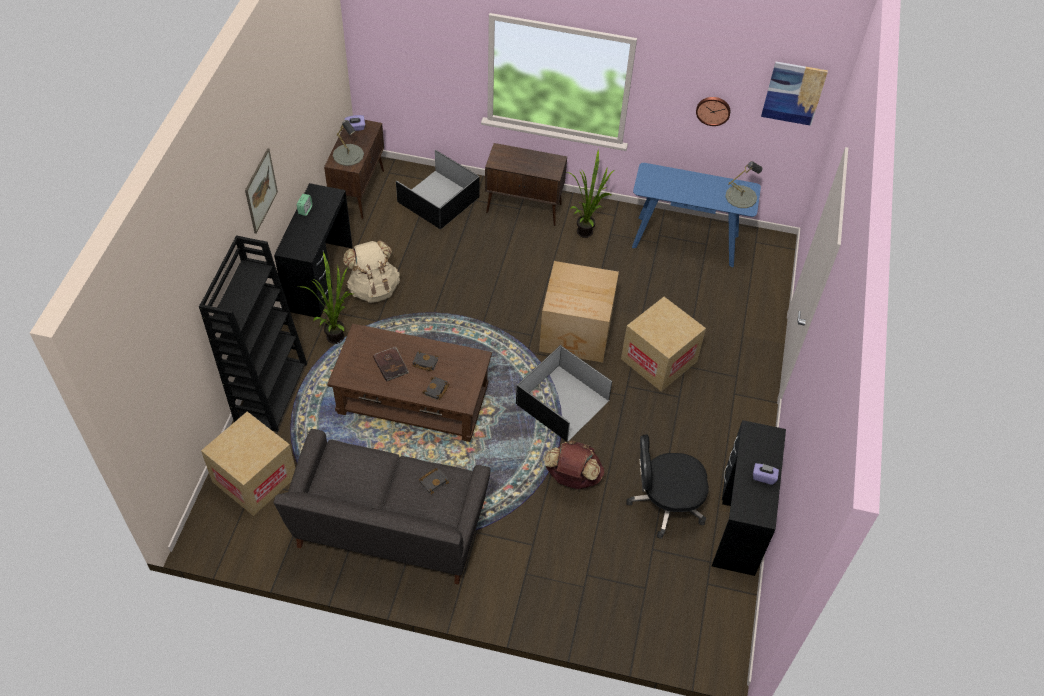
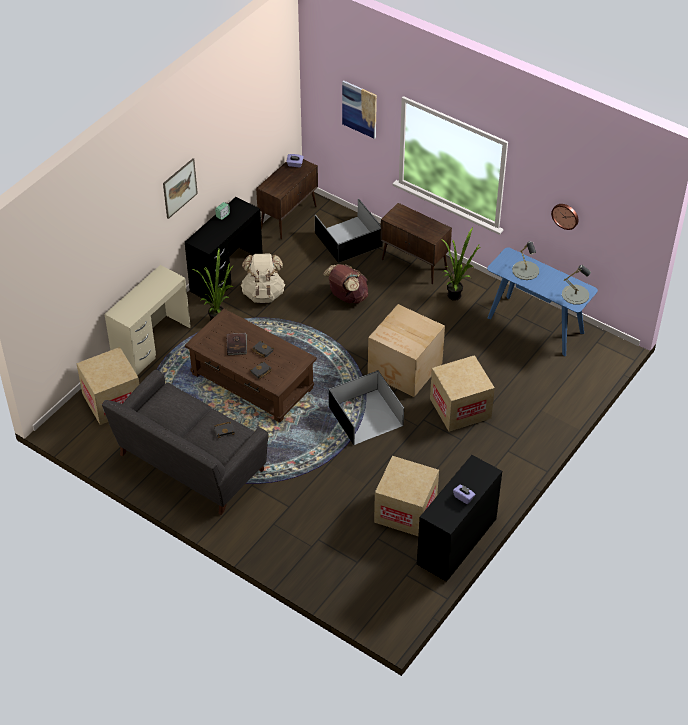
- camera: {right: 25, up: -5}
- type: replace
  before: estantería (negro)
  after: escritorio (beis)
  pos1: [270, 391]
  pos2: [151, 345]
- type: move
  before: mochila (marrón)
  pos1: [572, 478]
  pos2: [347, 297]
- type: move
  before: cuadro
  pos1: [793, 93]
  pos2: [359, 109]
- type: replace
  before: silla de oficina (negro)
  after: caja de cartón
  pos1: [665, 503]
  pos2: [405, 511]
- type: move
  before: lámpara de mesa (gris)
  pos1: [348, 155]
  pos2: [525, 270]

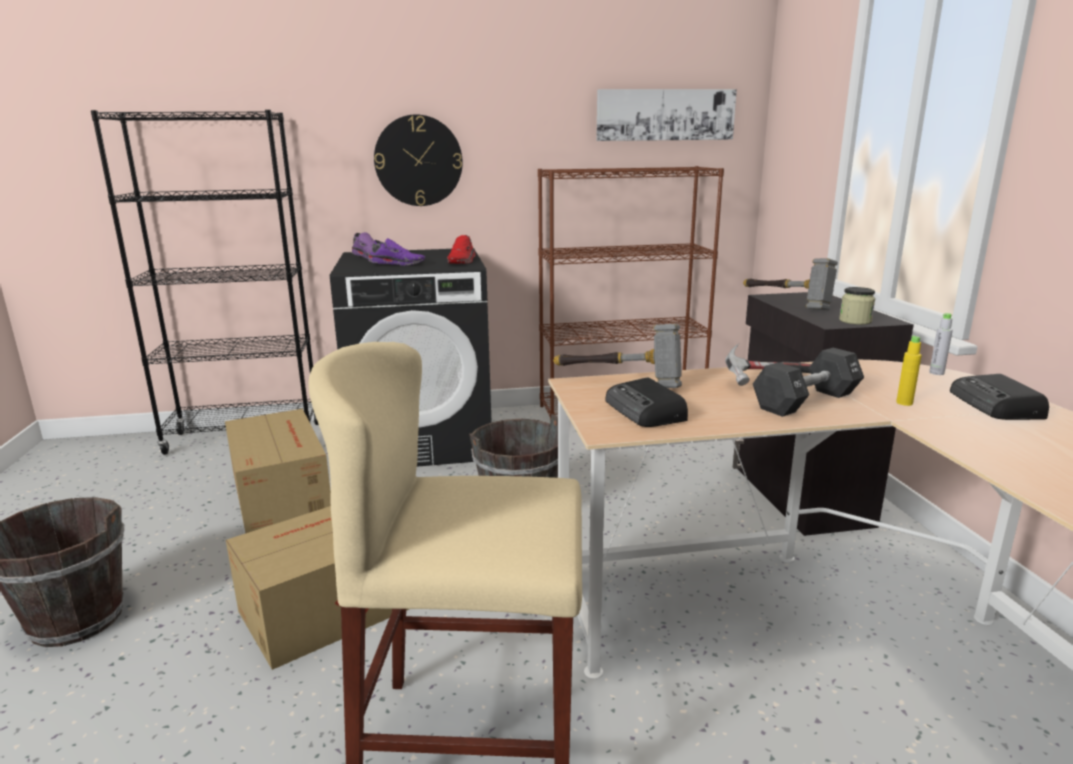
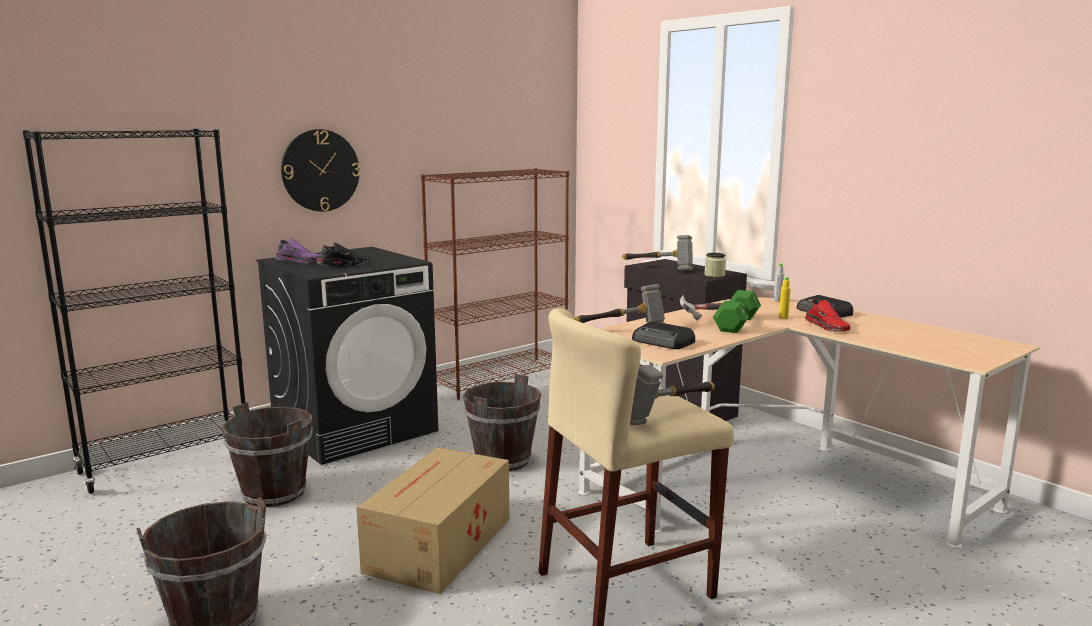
- camera: {right: -30, up: -5}
- type: replace
  before: caja de cartón
  after: cubo (marrón)
  pos1: [281, 492]
  pos2: [275, 493]
- type: recolor
  before: zapato (morado)
  after: zapato (negro)
  pos1: [397, 263]
  pos2: [343, 265]
- type: insert
  after: martillo
  pos2: [669, 414]
- type: recolor
  before: mancuerna (negro)
  after: mancuerna (verde)
  pos1: [806, 401]
  pos2: [736, 324]
- type: move
  before: zapato (rojo)
  pos1: [463, 261]
  pos2: [828, 327]
- type: delete
  before: cuadro
  pos1: [665, 115]

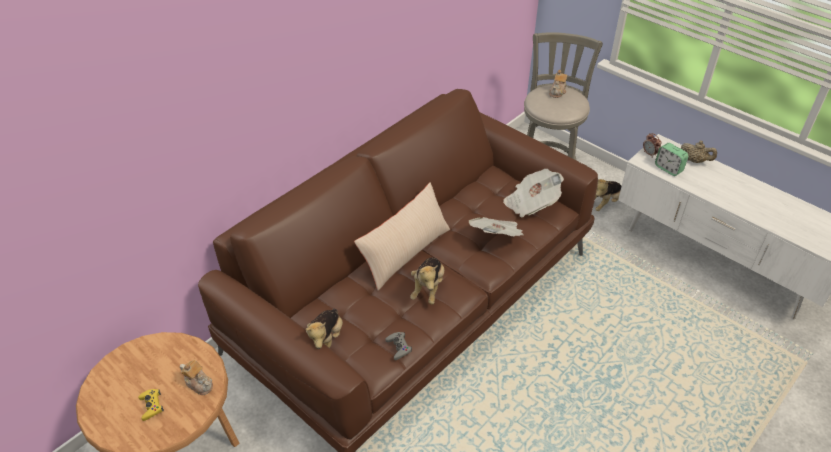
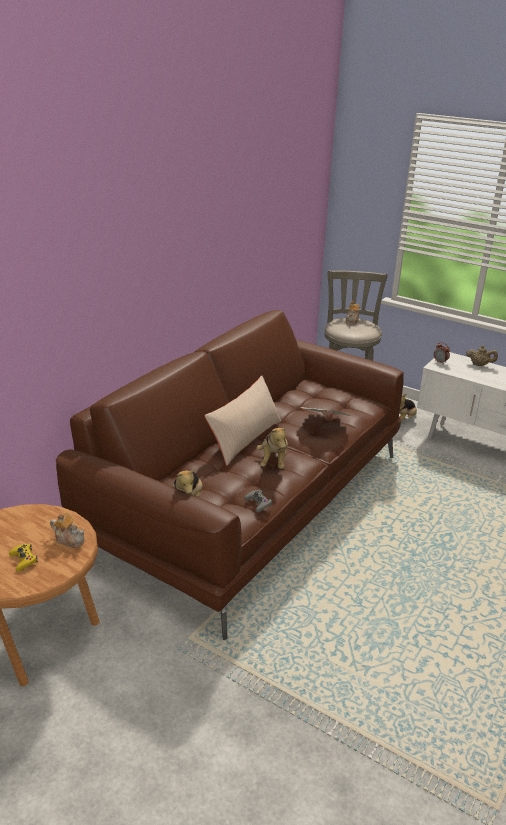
- camera: {right: -10, up: -15}
- type: delete
  before: periódico
  pos1: [531, 203]
- type: delete
  before: despertador
  pos1: [668, 168]

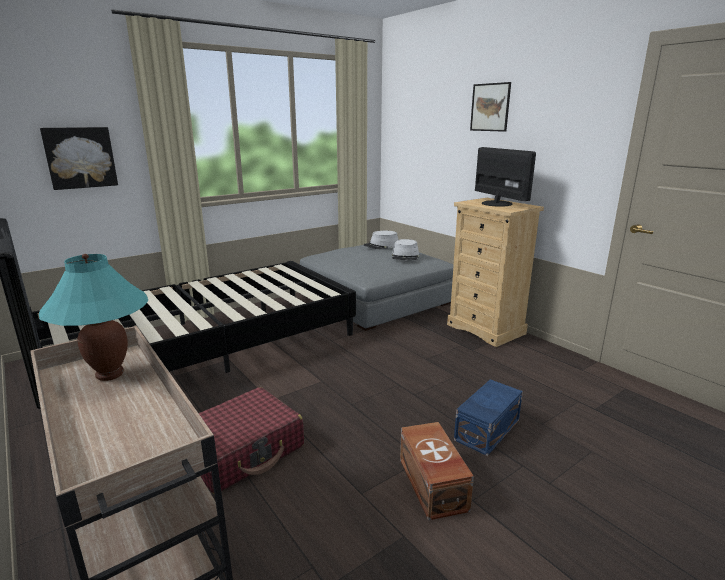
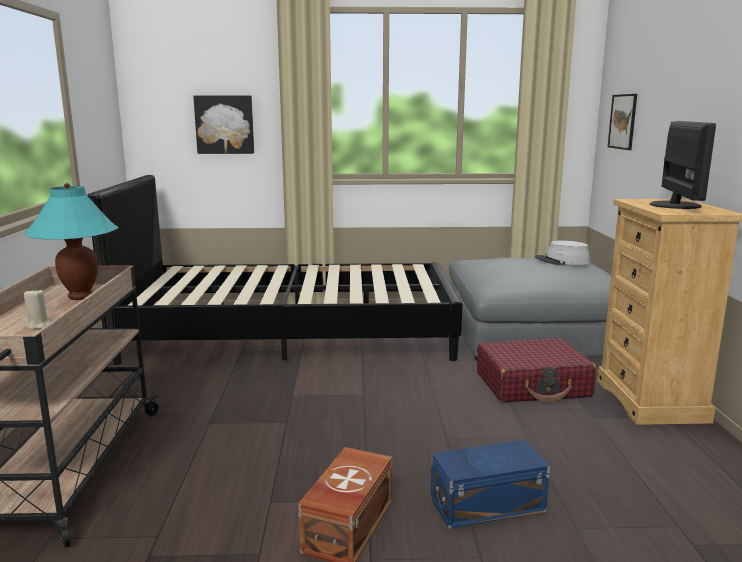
- camera: {right: 35, up: -5}
- type: insert
  after: vela (beis)
  pos2: [39, 325]
- type: move
  before: maleta (rojo)
  pos1: [242, 450]
  pos2: [533, 385]
- type: move
  before: cuadro
  pos1: [490, 107]
  pos2: [622, 121]
- type: delete
  before: sombrero (gris)
  pos1: [405, 256]

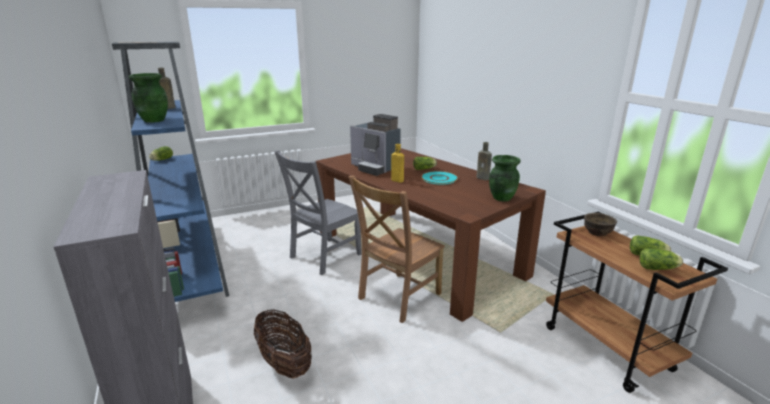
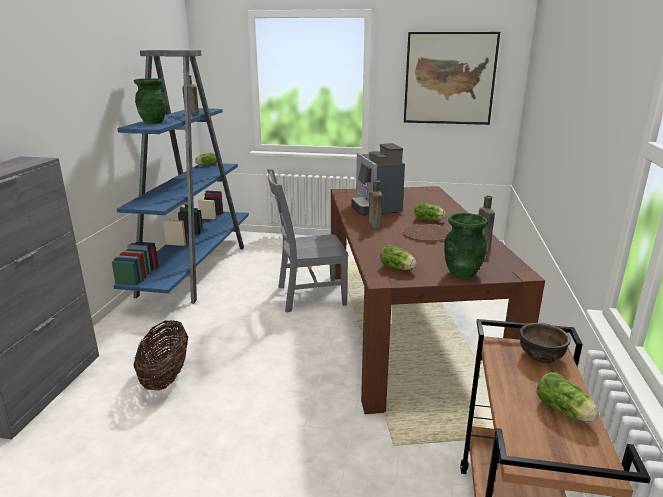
- camera: {right: 35, up: 0}
- type: recolor
  before: botella (amarillo)
  after: botella (marrón)
  pos1: [396, 180]
  pos2: [374, 225]
- type: move
  before: lechuga
  pos1: [659, 268]
  pos2: [398, 268]
- type: recolor
  before: plato (turquesa)
  after: plato (marrón)
  pos1: [439, 178]
  pos2: [426, 234]
- type: insert
  after: cuadro
  pos2: [449, 79]
- type: delete
  before: silla (marrón)
  pos1: [397, 298]

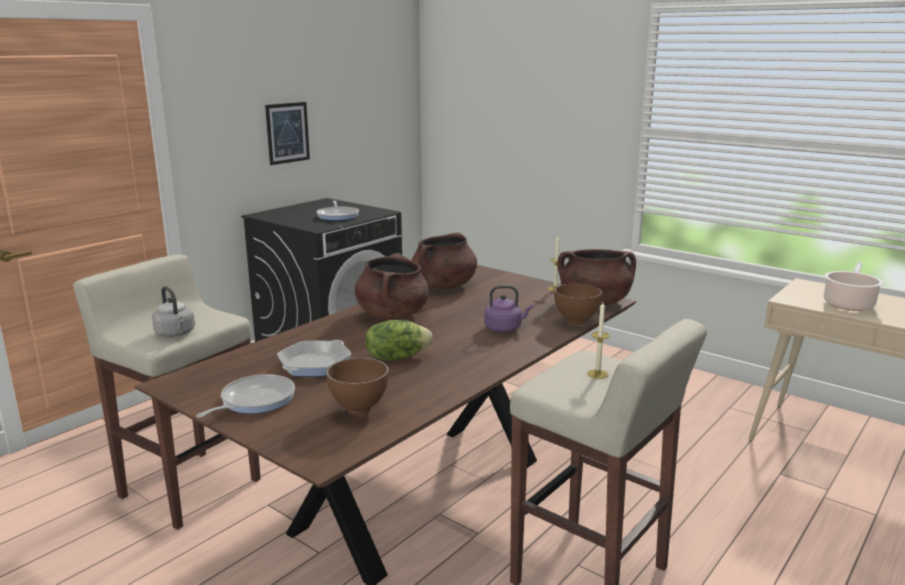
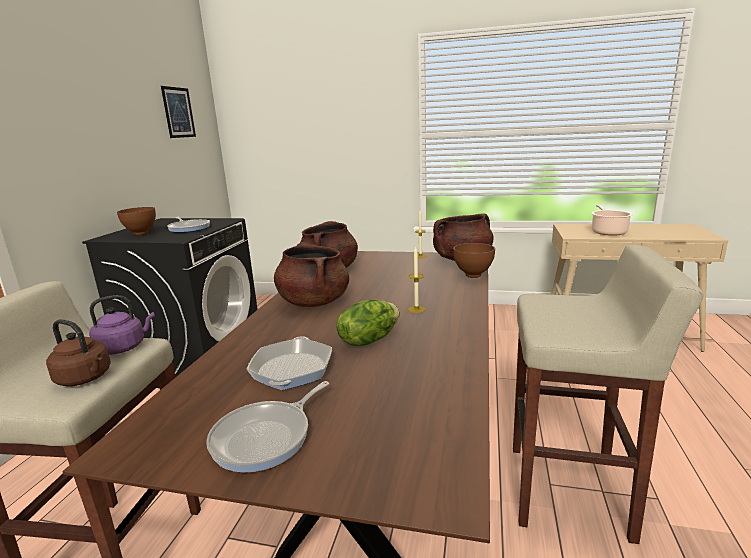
- camera: {right: -25, up: 0}
- type: recolor
  before: hervidor (gris)
  after: hervidor (marrón)
  pos1: [176, 334]
  pos2: [86, 378]
- type: move
  before: hervidor (morado)
  pos1: [505, 328]
  pos2: [124, 347]
- type: move
  before: cuenco (marrón)
  pos1: [358, 410]
  pos2: [140, 234]
- type: move
  before: cuadro
  pos1: [287, 133]
  pos2: [178, 112]
- type: rotate
  before: sartén
  pos1: [254, 400]
  pos2: [266, 437]
  turn: -150
- type: move
  before: vela
  pos1: [597, 374]
  pos2: [416, 309]

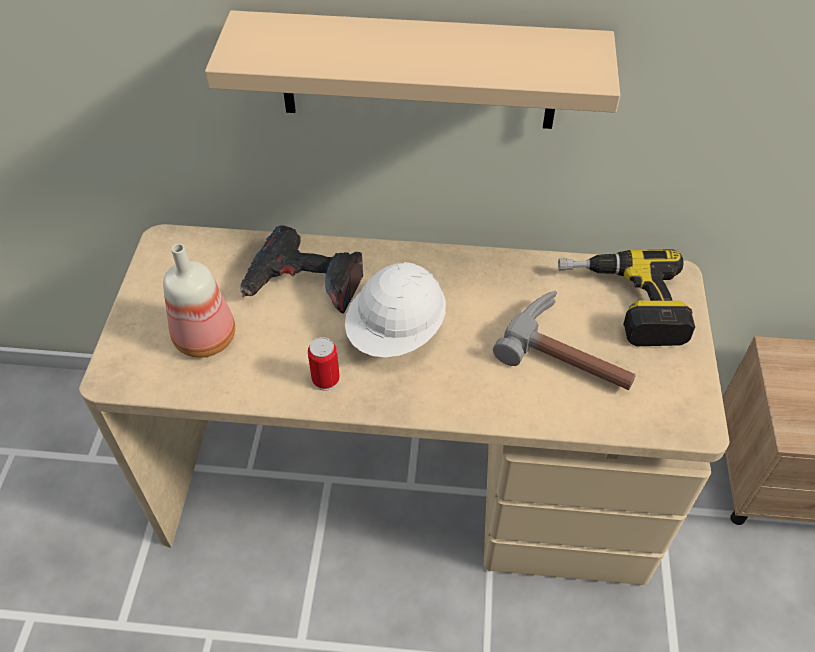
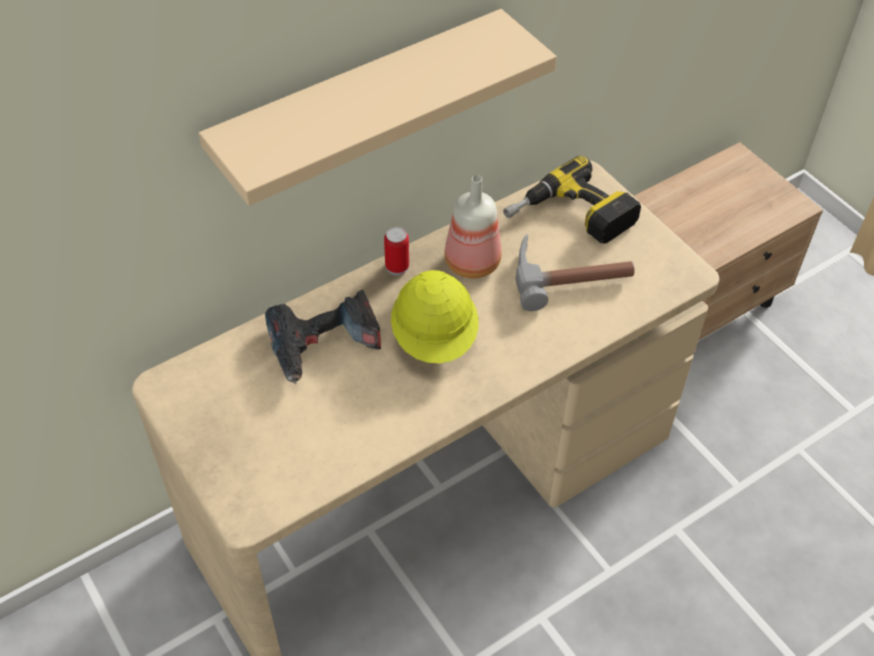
- camera: {right: -40, up: 0}
- type: move
  before: lata
  pos1: [325, 379]
  pos2: [397, 266]
- type: recolor
  before: casco (blanco)
  after: casco (amarillo)
  pos1: [396, 332]
  pos2: [435, 337]
- type: move
  before: botella
  pos1: [205, 336]
  pos2: [470, 262]

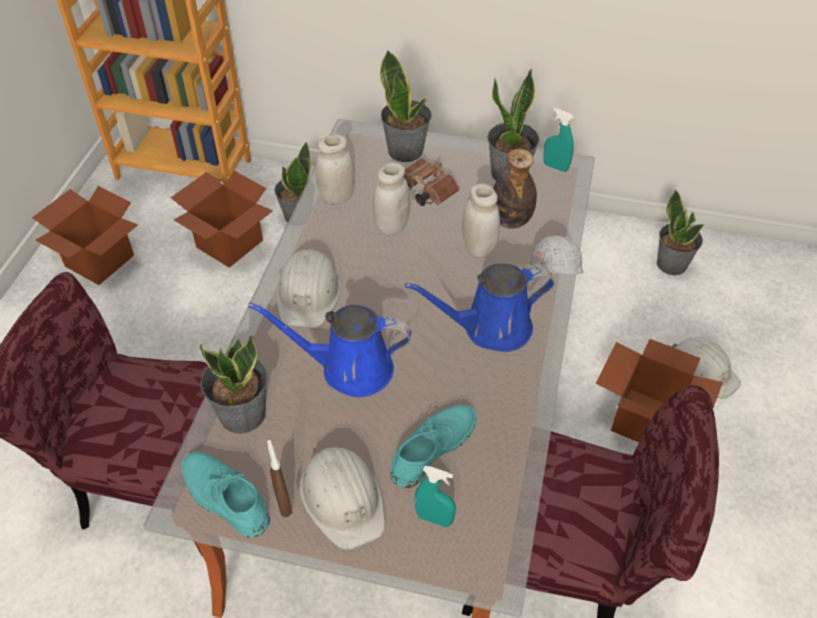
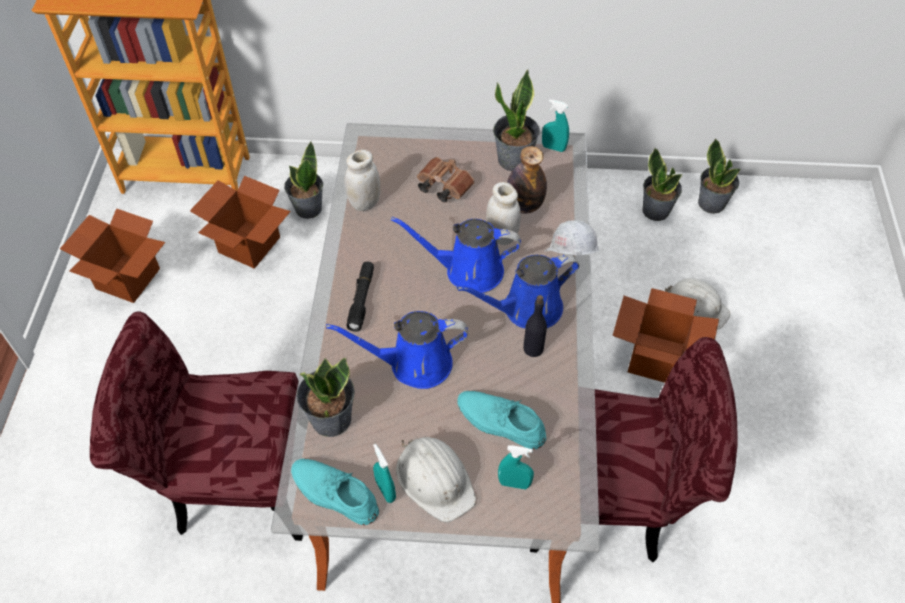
- camera: {right: -10, up: 5}
- type: replace
  before: casco (blanco)
  after: linterna (negro)
  pos1: [308, 293]
  pos2: [361, 299]
- type: recolor
  before: pulverizador (marrón)
  after: pulverizador (turquesa)
  pos1: [283, 502]
  pos2: [385, 490]
- type: insert
  after: regadera (azul)
  pos2: [468, 270]
- type: rotate
  before: zapato (turquesa)
  pos1: [433, 446]
  pos2: [500, 422]
  turn: -90
- type: insert
  after: botella (negro)
  pos2: [533, 348]
- type: move
  before: planta en maceta
  pos1: [406, 150]
  pos2: [711, 203]
- type: delete
  before: tarro (blanco)
  pos1: [391, 226]

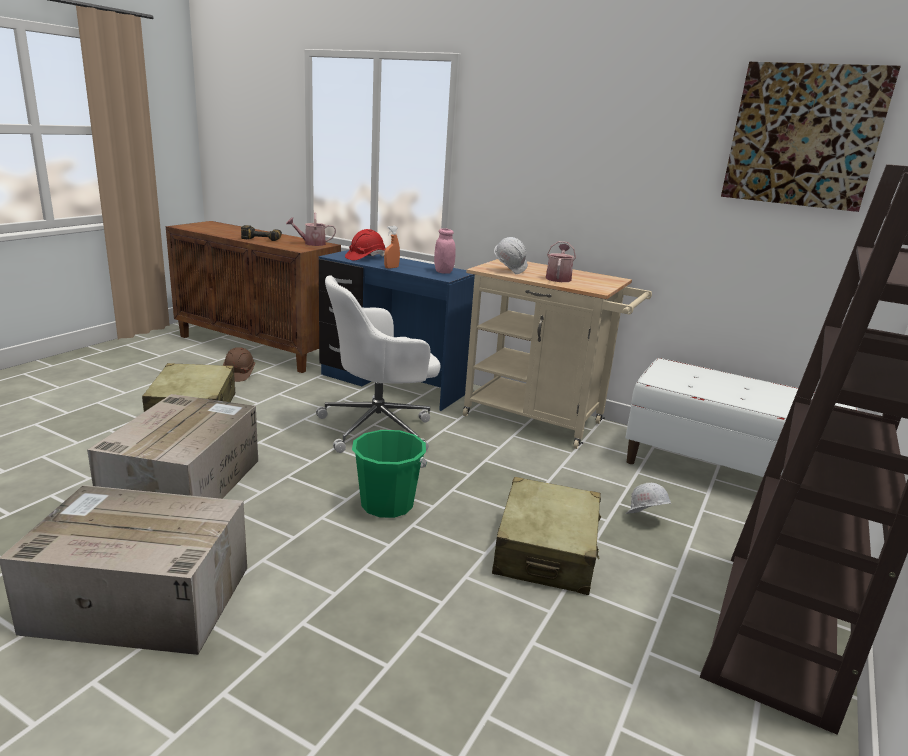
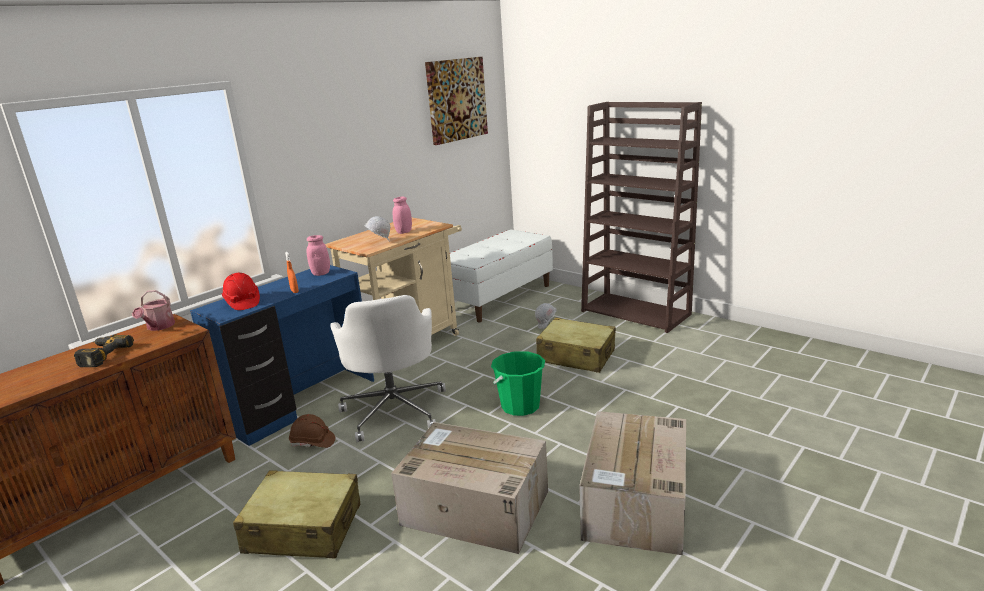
- camera: {right: -75, up: 0}
- type: move
  before: casco (marrón)
  pos1: [239, 374]
  pos2: [312, 442]
- type: replace
  before: regadera
  after: tarro (rosa)
  pos1: [558, 278]
  pos2: [404, 232]

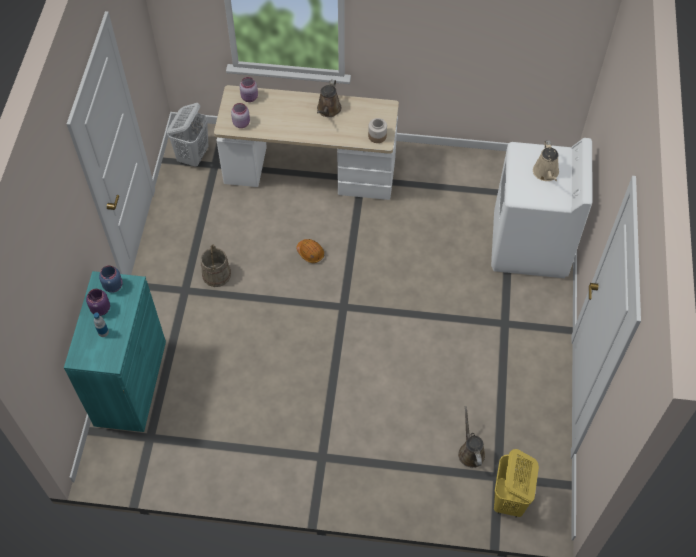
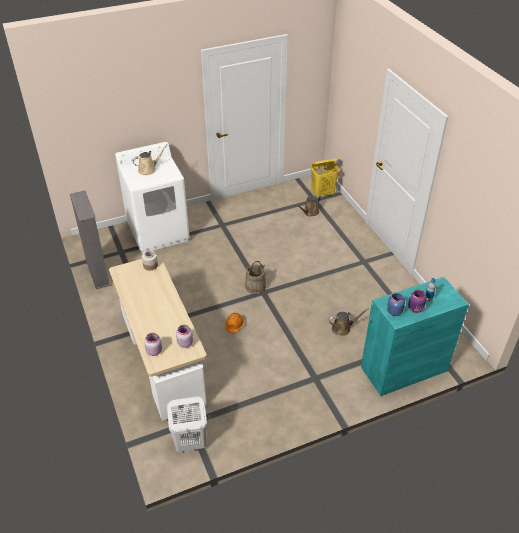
- camera: {right: -120, up: -15}
- type: insert
  after: estantería (gris)
  pos2: [98, 273]
- type: move
  before: cubo (beis)
  pos1: [216, 274]
  pos2: [255, 286]
- type: move
  before: regadera (marrón)
  pos1: [328, 110]
  pos2: [343, 328]

